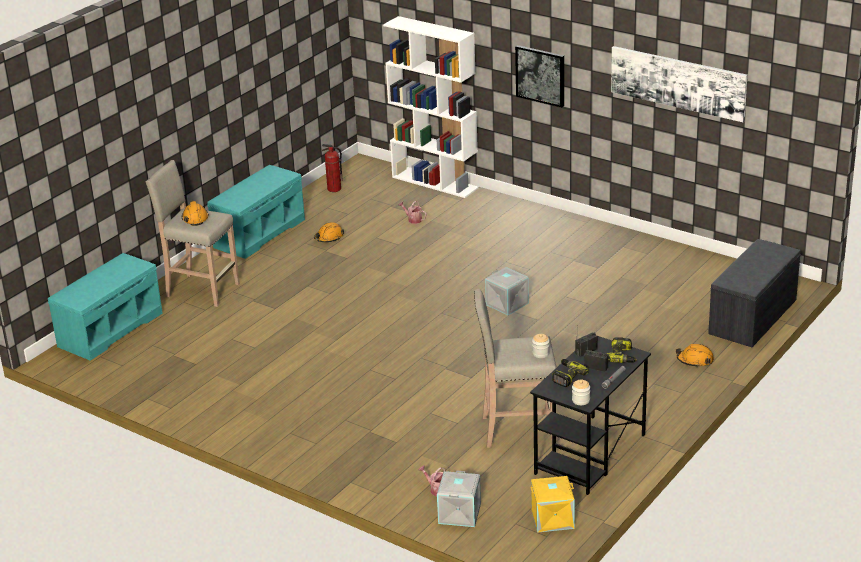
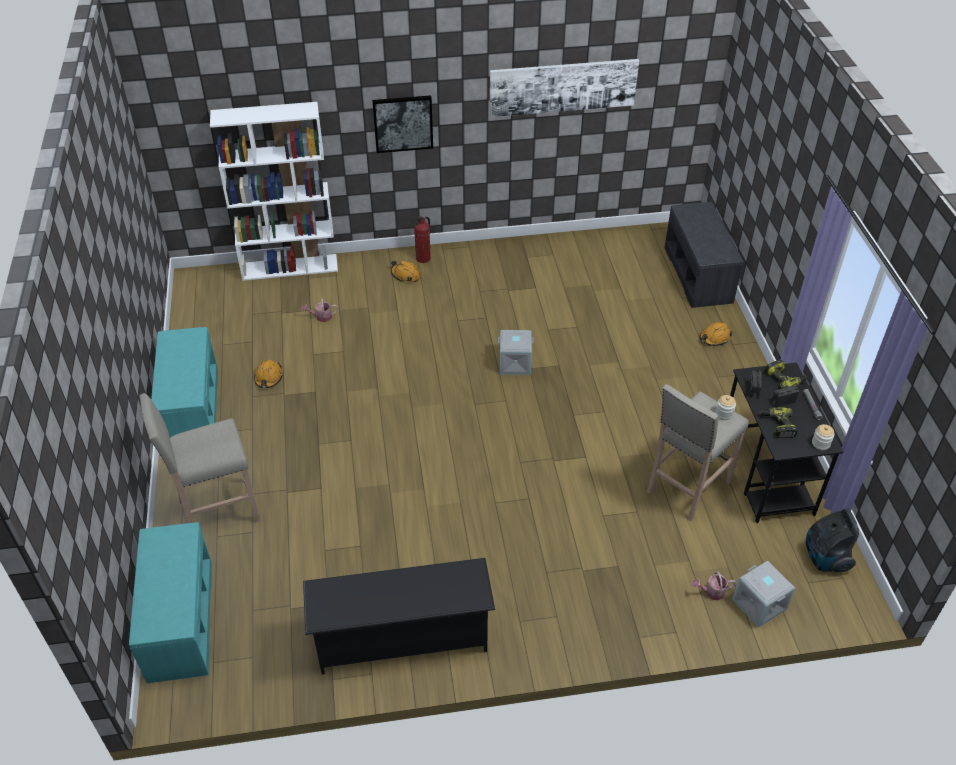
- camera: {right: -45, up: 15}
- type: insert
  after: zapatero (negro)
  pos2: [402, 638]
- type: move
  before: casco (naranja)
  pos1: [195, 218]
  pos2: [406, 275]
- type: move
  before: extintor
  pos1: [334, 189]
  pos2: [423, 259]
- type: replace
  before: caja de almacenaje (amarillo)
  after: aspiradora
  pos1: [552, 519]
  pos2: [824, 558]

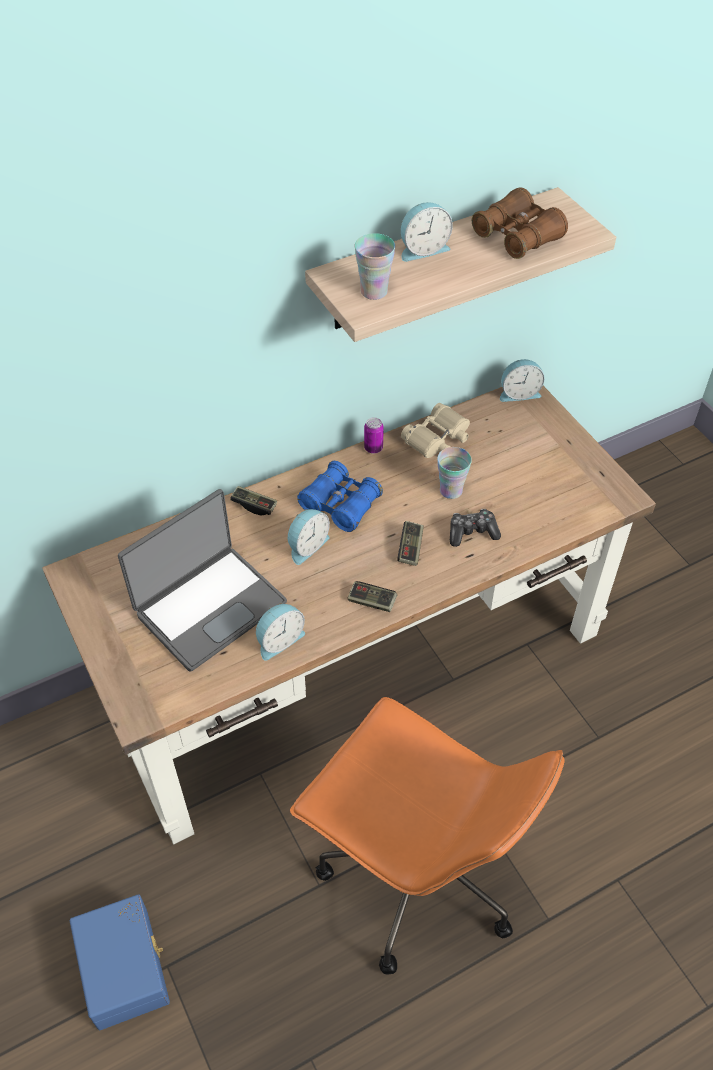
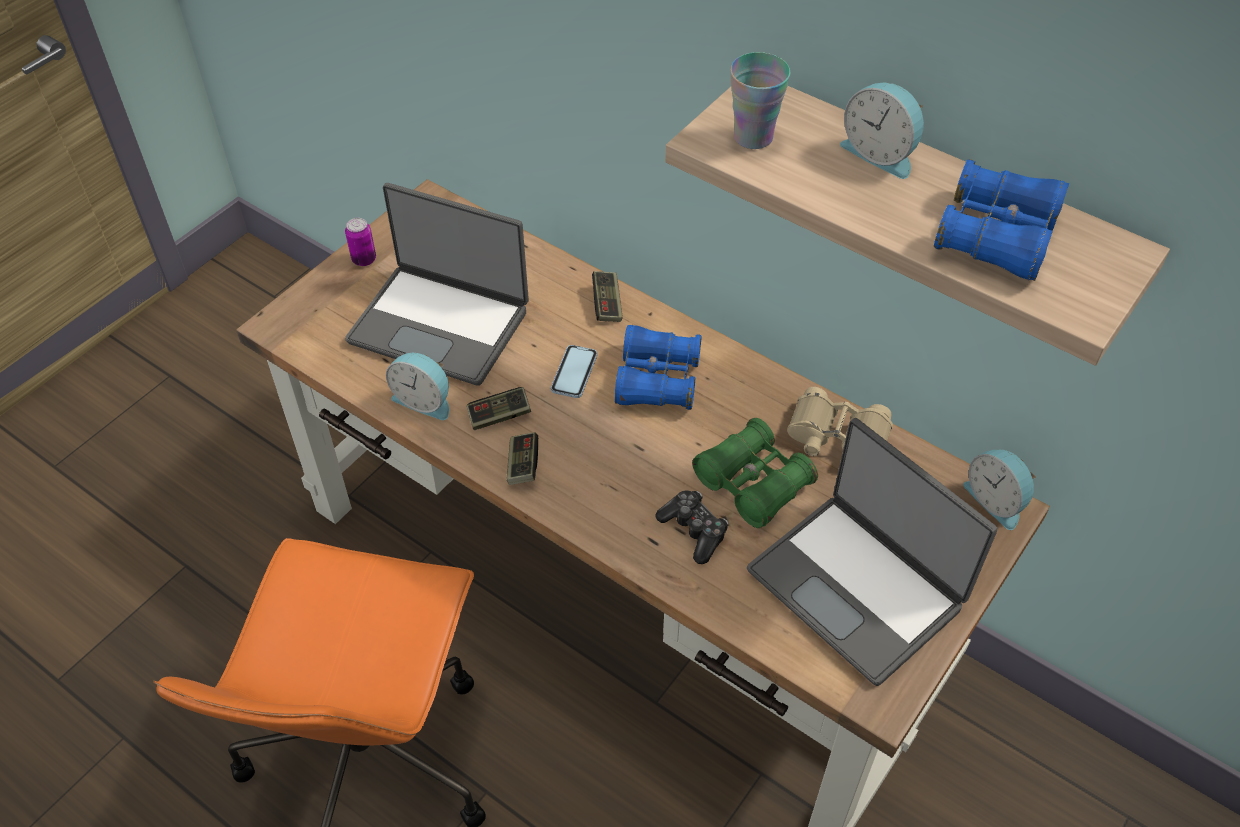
- camera: {right: 65, up: 0}
- type: move
  before: lata
  pos1: [373, 448]
  pos2: [364, 259]
- type: move
  before: mando de consola
  pos1: [410, 548]
  pos2: [499, 415]
- type: replace
  before: despertador
  after: móvil
  pos1: [307, 545]
  pos2: [574, 373]
- type: replace
  before: taza
  after: prismáticos (verde)
  pos1: [451, 490]
  pos2: [753, 483]
- type: insert
  after: portátil
  pos2: [857, 587]
- type: recolor
  before: prismáticos (marrón)
  after: prismáticos (azul)
  pos1: [517, 236]
  pos2: [996, 236]
- type: delete
  before: caja de almacenaje (azul)
  pos1: [126, 966]

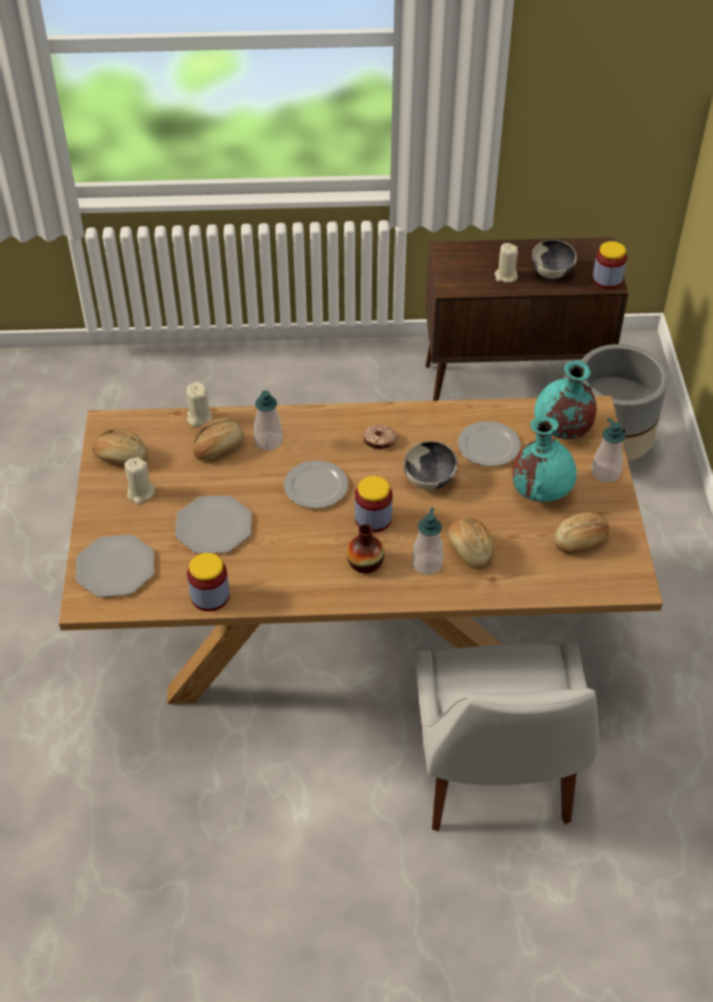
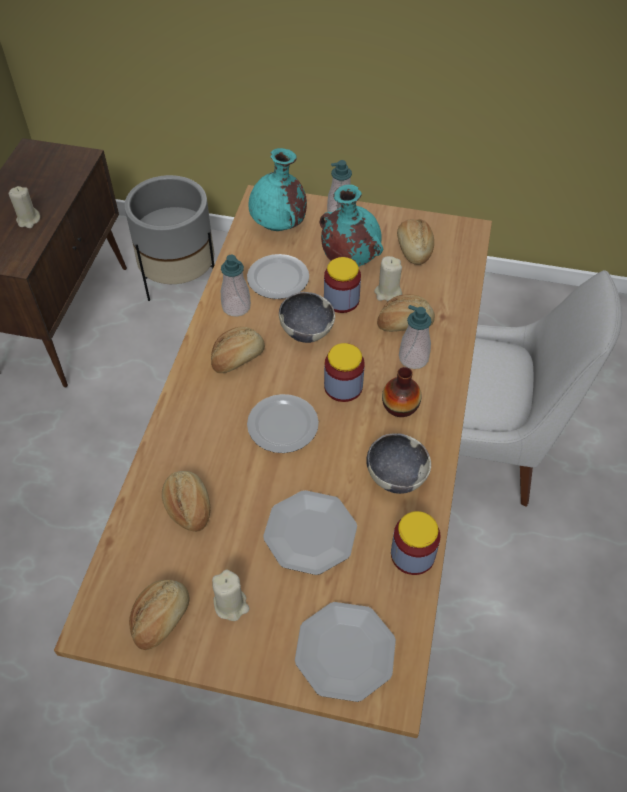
- camera: {right: -75, up: 5}
- type: replace
  before: rosquilla
  after: pan
  pos1: [379, 441]
  pos2: [237, 358]
- type: move
  before: dispensador de jabón
  pos1: [268, 441]
  pos2: [236, 307]
- type: move
  before: tarro
  pos1: [607, 279]
  pos2: [341, 300]
- type: move
  before: cuenco
  pos1: [552, 273]
  pos2: [396, 476]
- type: move
  before: vela (beis)
  pos1: [199, 418]
  pos2: [388, 293]

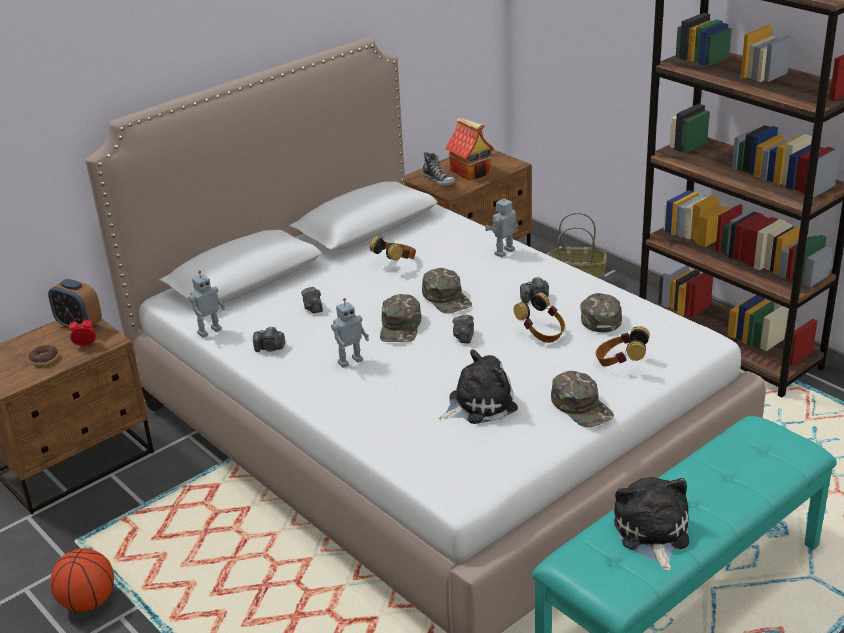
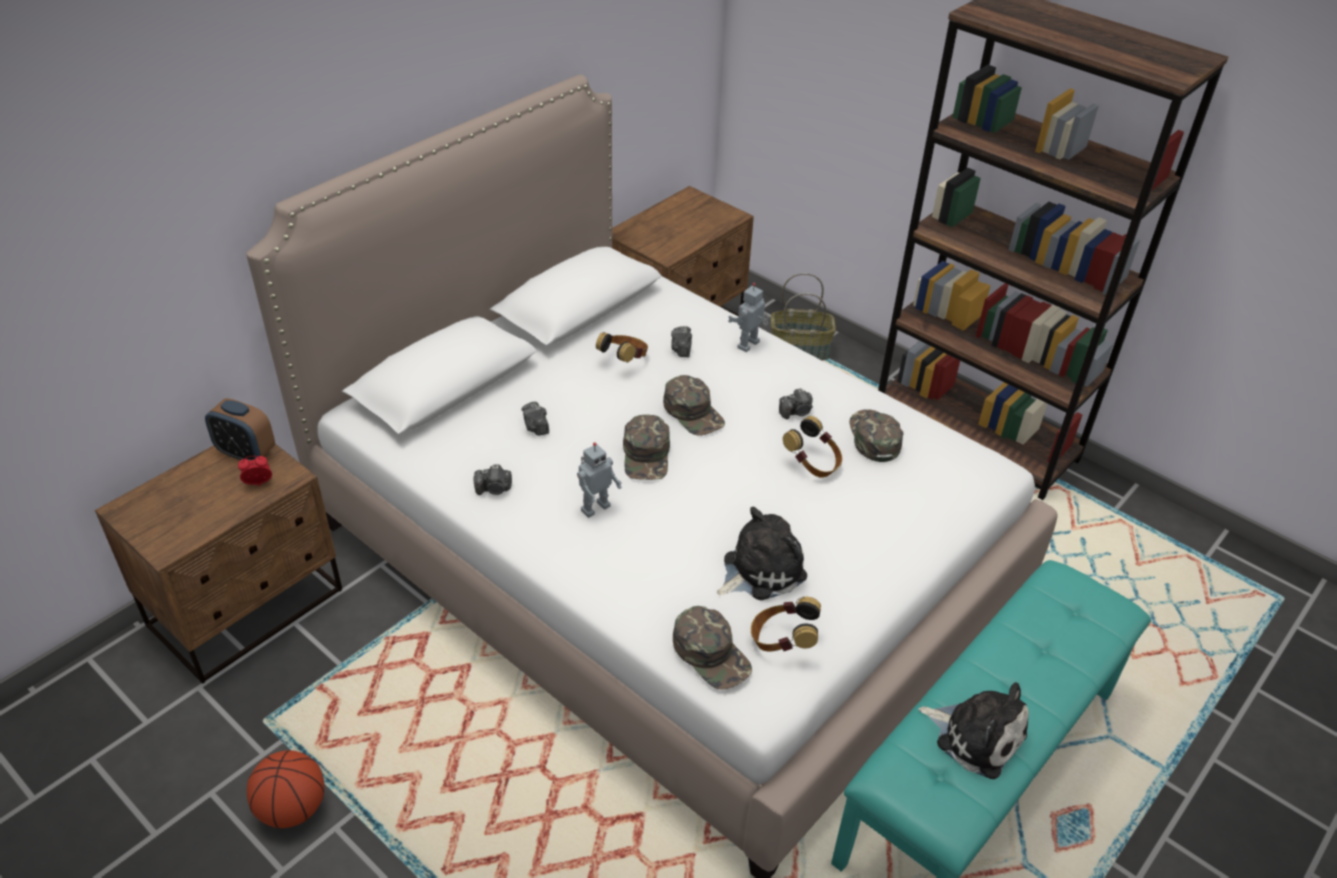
- camera: {right: -10, up: 10}
- type: move
  before: cámara
  pos1: [464, 336]
  pos2: [681, 349]
- type: move
  before: gorra (verde)
  pos1: [582, 406]
  pos2: [711, 653]
- type: move
  before: auriculares
  pos1: [620, 363]
  pos2: [782, 641]
- type: rotate
  before: peluche
  pos1: [652, 534]
  pos2: [975, 735]
  turn: 135
- type: delete
  before: rosquilla
  pos1: [44, 359]
- type: delete
  before: robot de juguete
  pos1: [209, 331]
- type: delete
  before: zapato
  pos1: [439, 180]
- type: delete
  before: casita
  pos1: [471, 171]

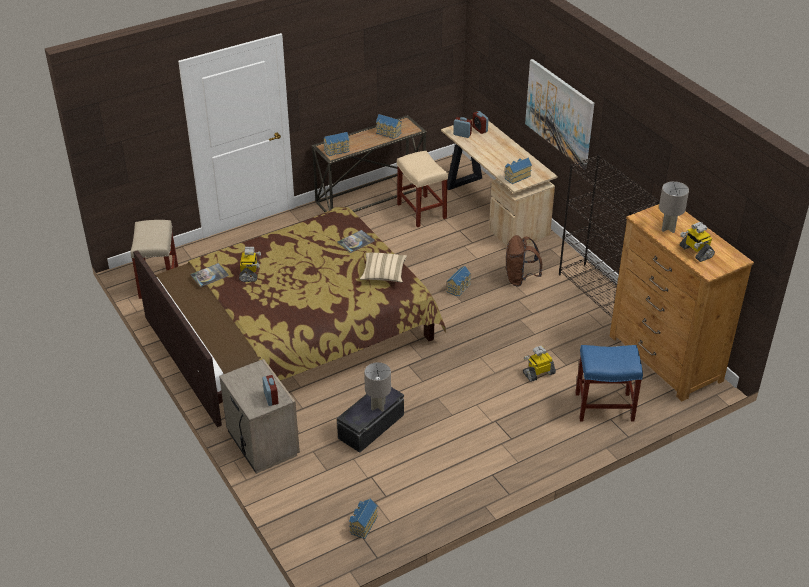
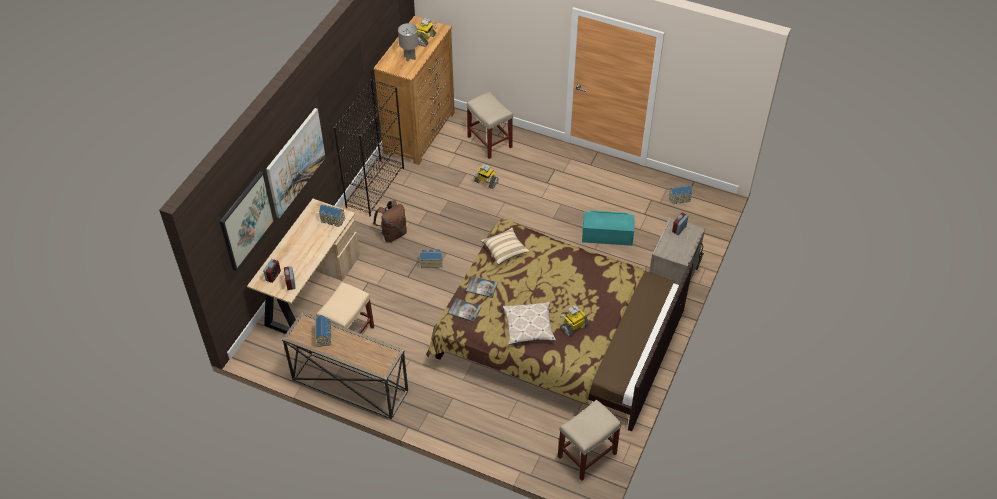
- camera: {right: -125, up: 10}
- type: insert
  after: cuadro
  pos2: [246, 220]
- type: move
  before: libro
  pos1: [209, 275]
  pos2: [464, 310]
- type: recolor
  before: taburete (azul)
  after: taburete (beis)
  pos1: [603, 407]
  pos2: [490, 142]
- type: insert
  after: cojín
  pos2: [529, 326]
- type: recolor
  before: caja de almacenaje (negro)
  after: caja de almacenaje (turquesa)
  pos1: [372, 427]
  pos2: [607, 235]
- type: delete
  before: casita
  pos1: [337, 150]
- type: delete
  before: lámpara de mesa (gris)
  pos1: [378, 406]

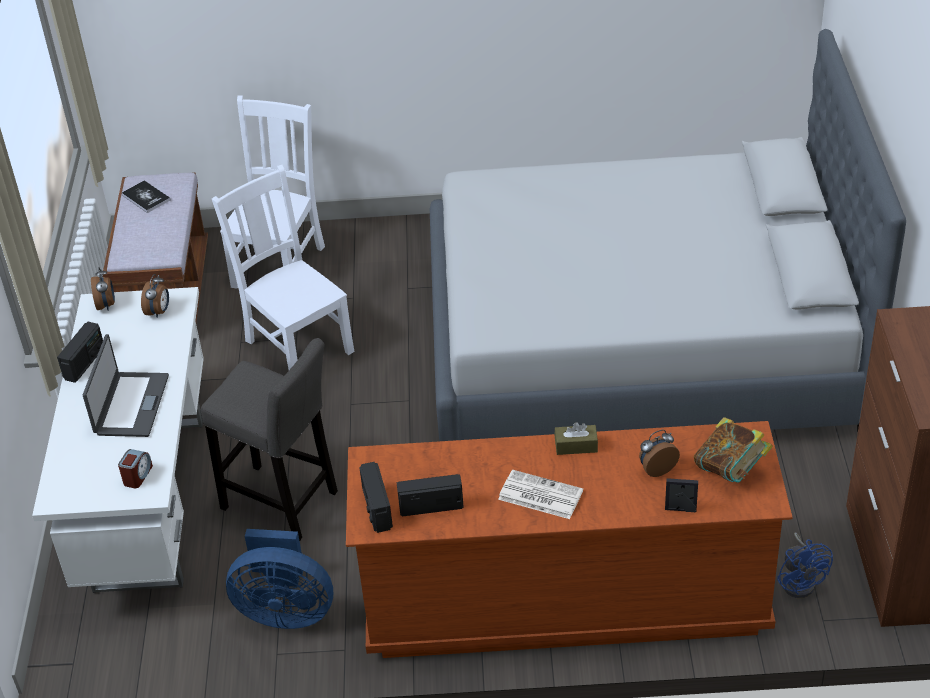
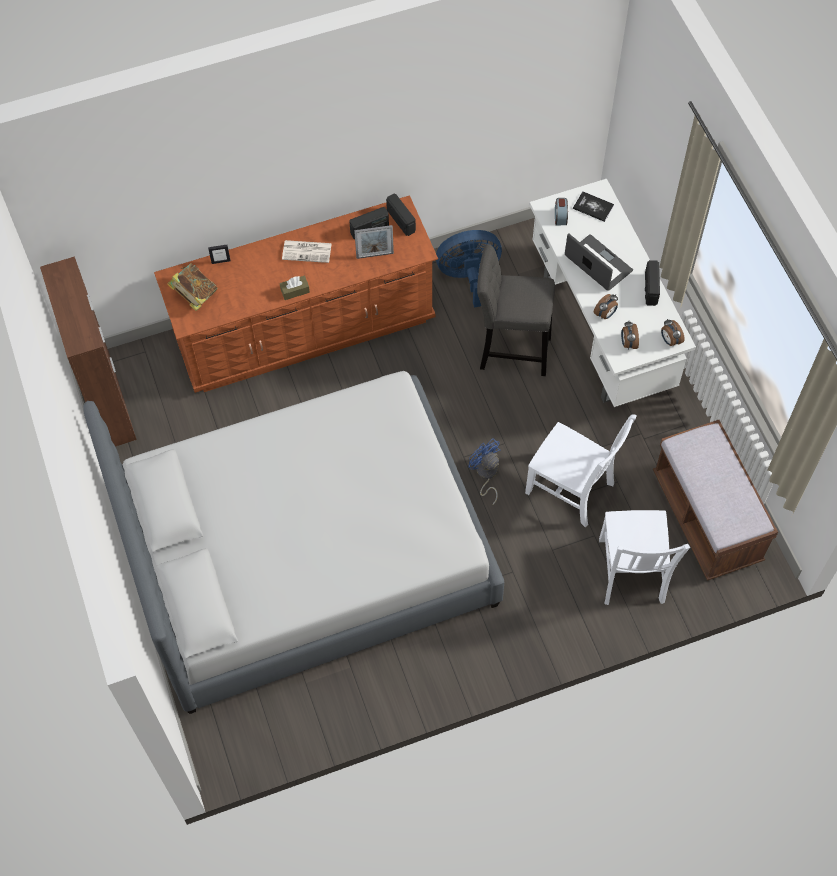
- camera: {right: 160, up: 20}
- type: insert
  after: portarretratos
  pos2: [375, 255]
- type: move
  before: ventilador (azul)
  pos1: [800, 581]
  pos2: [486, 475]
- type: rotate
  before: portátil
  pos1: [130, 405]
  pos2: [597, 264]
  turn: 150
- type: move
  before: libro
  pos1: [146, 197]
  pos2: [593, 207]
- type: move
  before: despertador
  pos1: [657, 469]
  pos2: [605, 314]

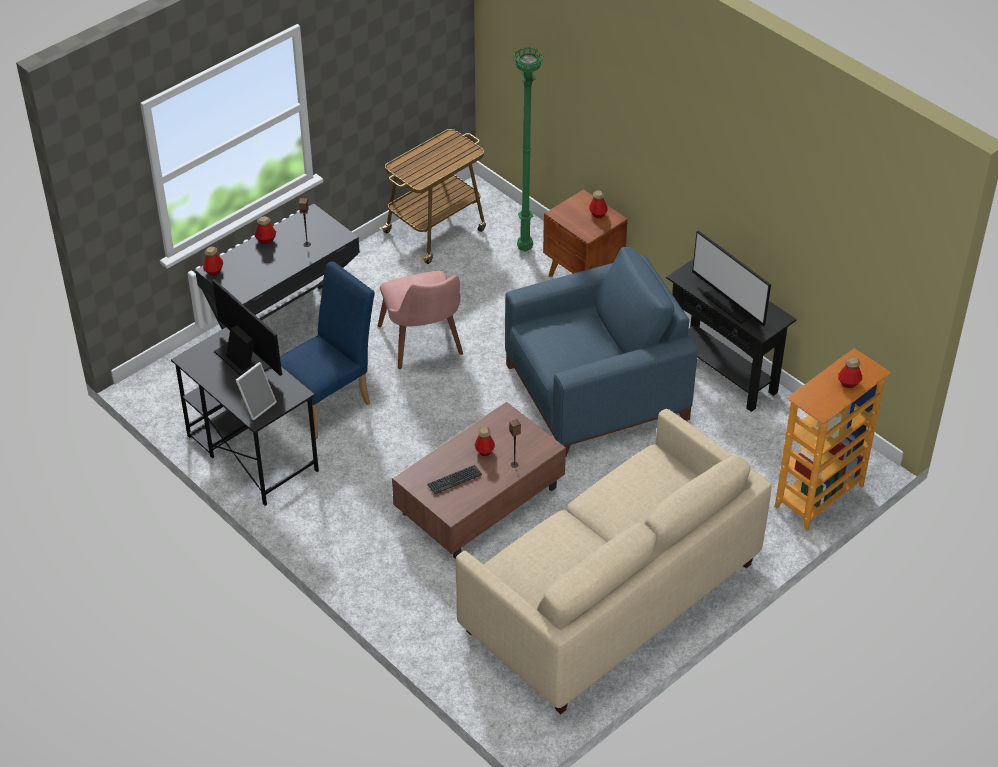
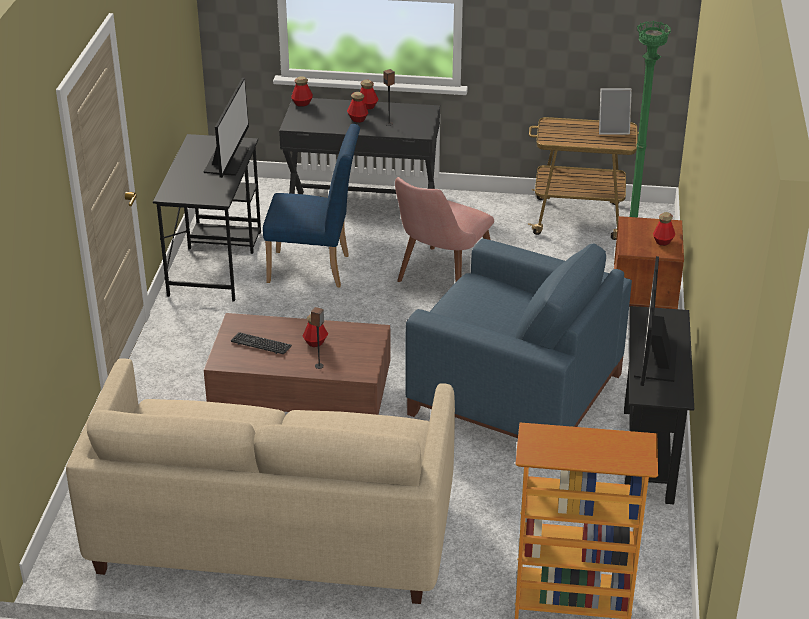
- camera: {right: 50, up: -10}
- type: move
  before: botella
  pos1: [848, 383]
  pos2: [357, 119]
- type: move
  before: portarretratos
  pos1: [256, 406]
  pos2: [613, 129]

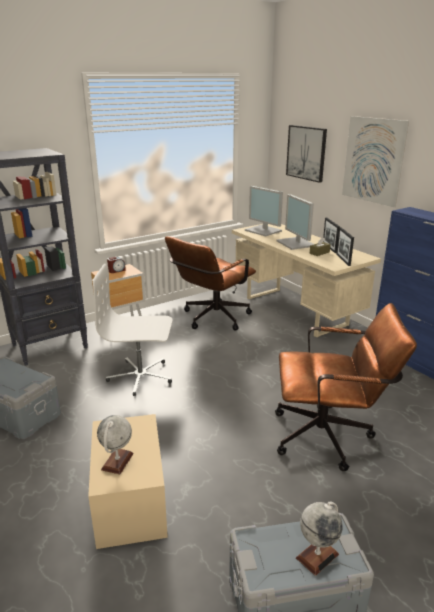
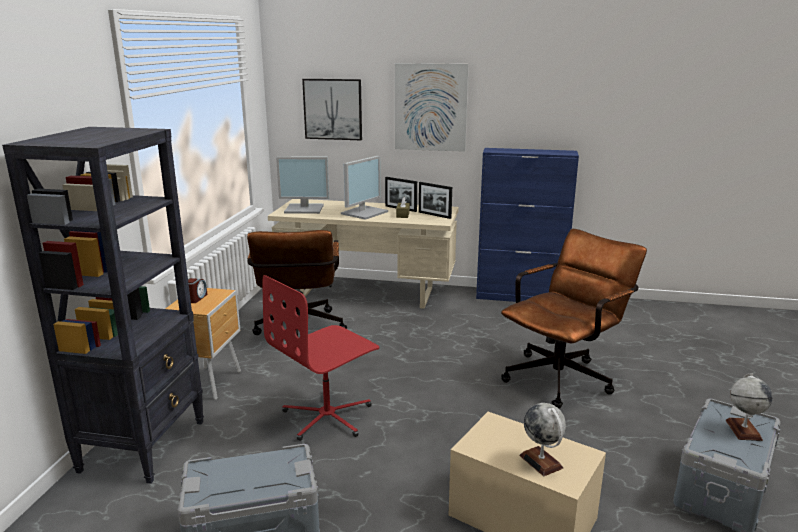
- camera: {right: -45, up: -5}
- type: recolor
  before: silla de oficina (blanco)
  after: silla de oficina (rojo)
  pos1: [140, 376]
  pos2: [328, 416]
- type: rotate
  before: monitor
  pos1: [296, 243]
  pos2: [364, 212]
  turn: -75

